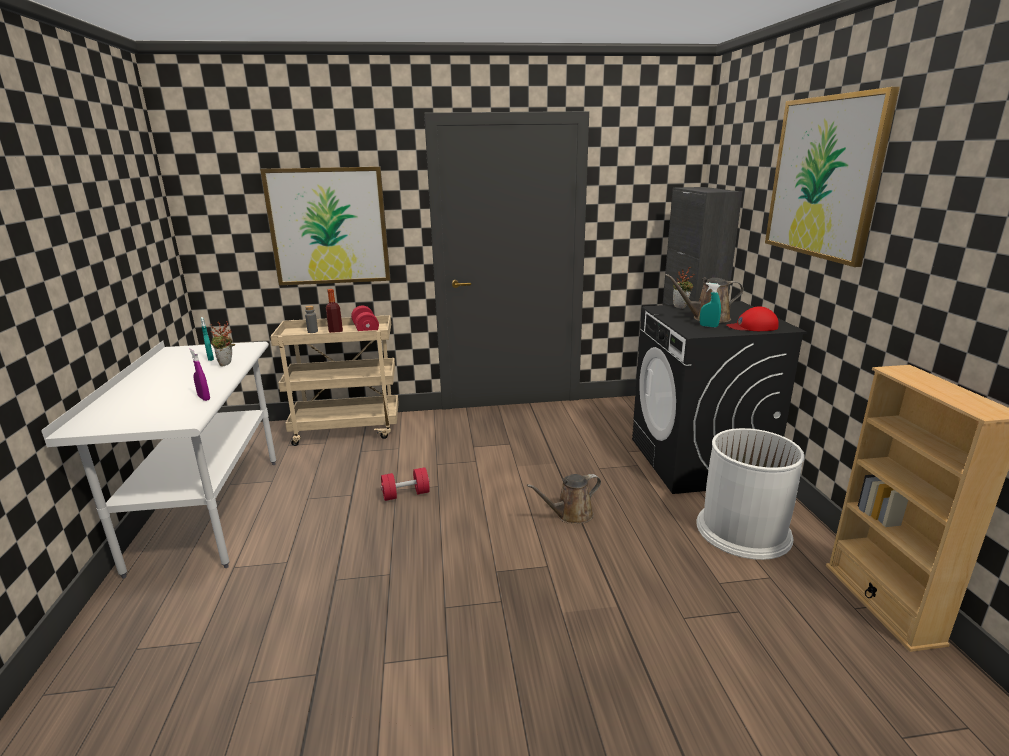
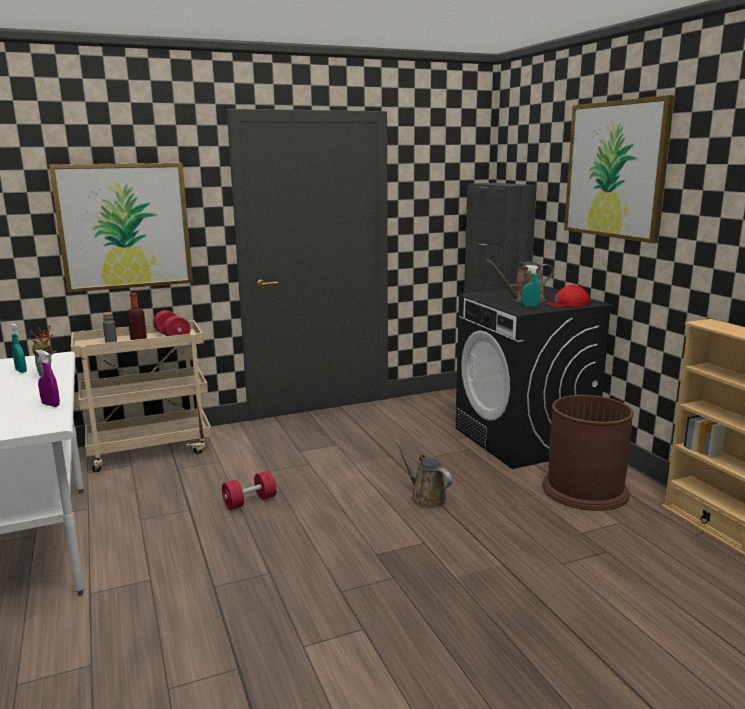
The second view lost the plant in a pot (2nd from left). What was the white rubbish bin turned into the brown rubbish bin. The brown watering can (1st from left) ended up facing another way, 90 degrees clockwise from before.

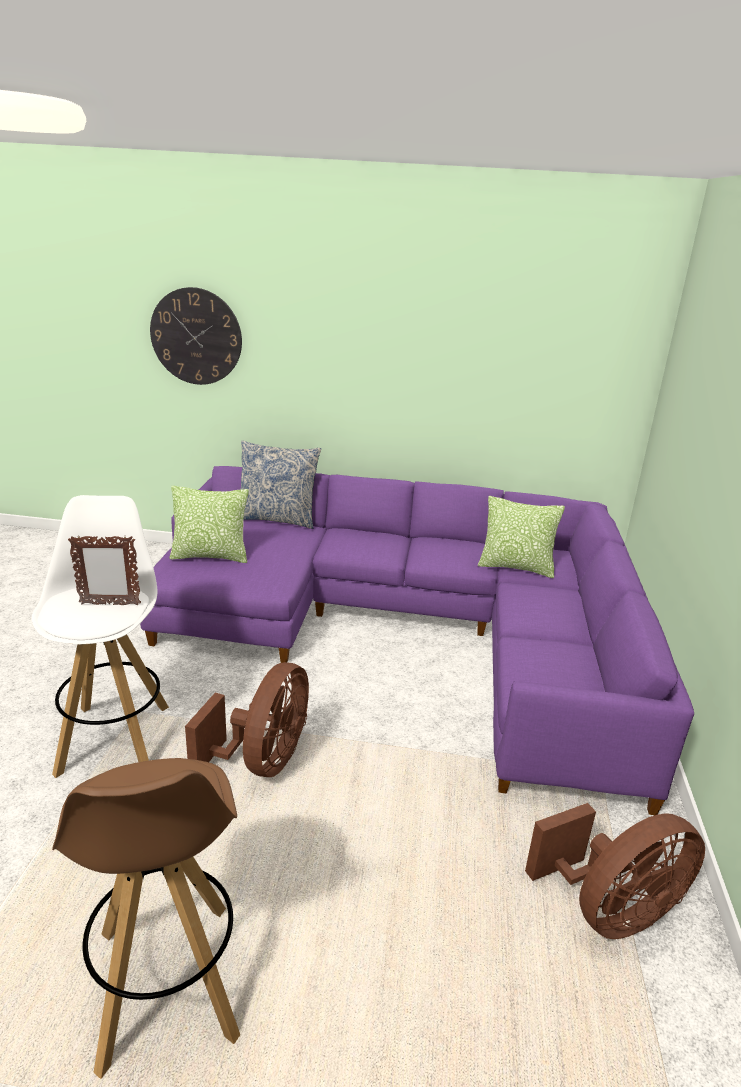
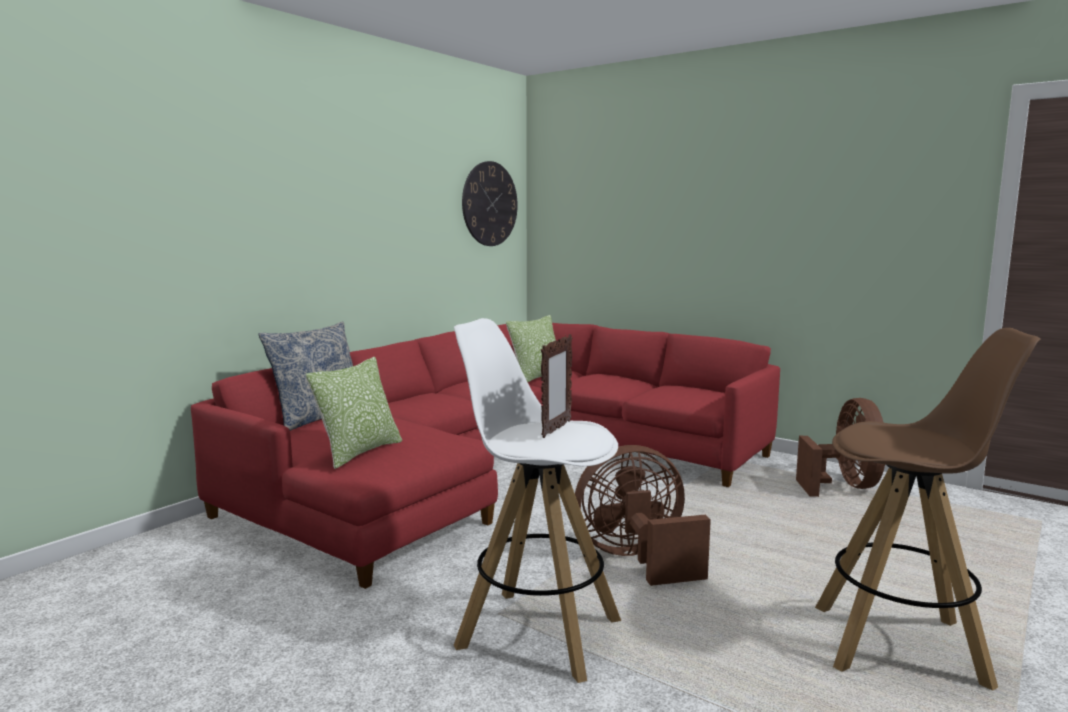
The hanging clock ended up elsewhere. What was the purple-coloured couch turned into the red-coloured couch. The brown electric fan (1st from left) ended up facing another way, 60 degrees counterclockwise from before.

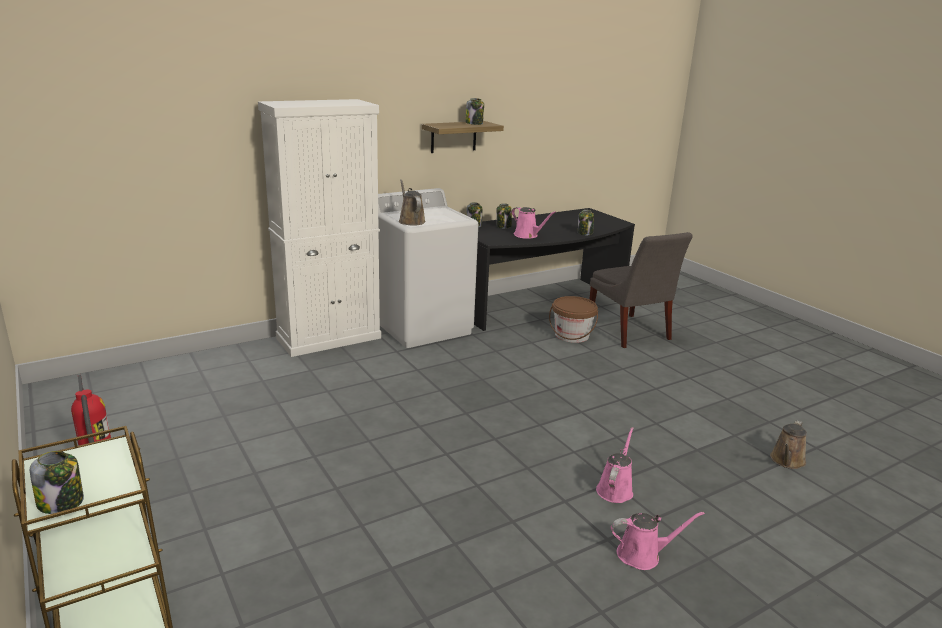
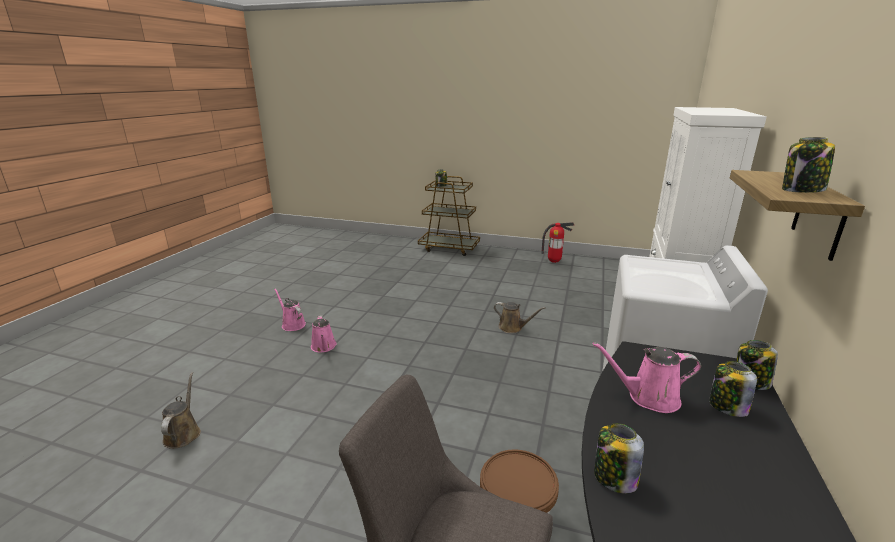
The brown watering can (1st from left in the first image) ended up elsewhere. The pinkish watering can (3rd from left in the first image) ended up facing another way, 90 degrees clockwise from before.

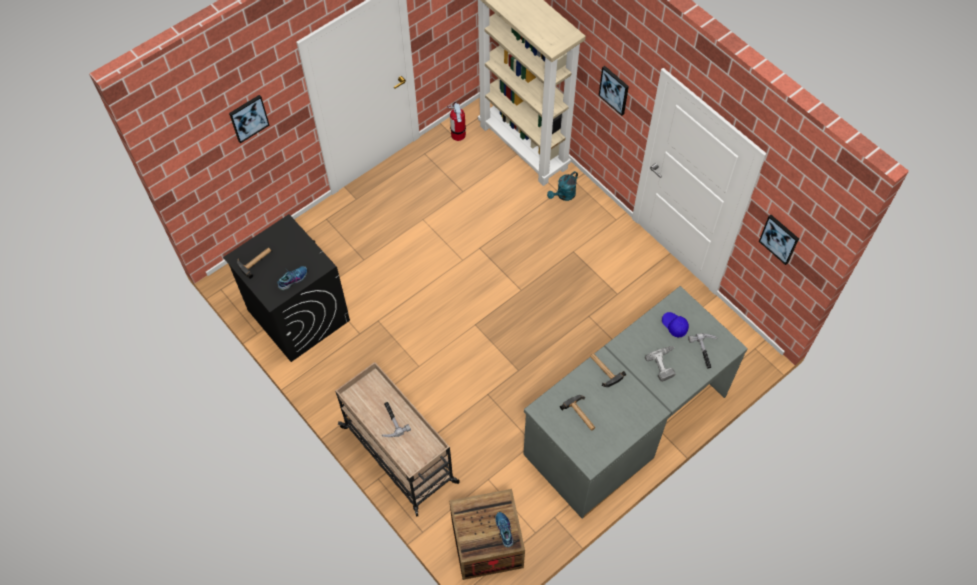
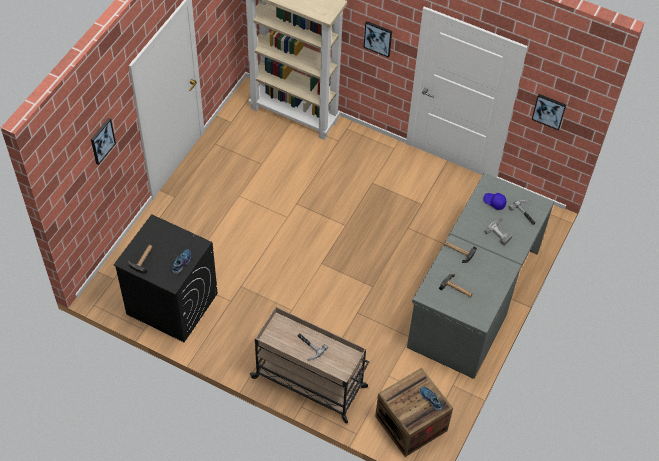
The second view lost the fire extinguisher. The second view lost the turquoise-coloured watering can.

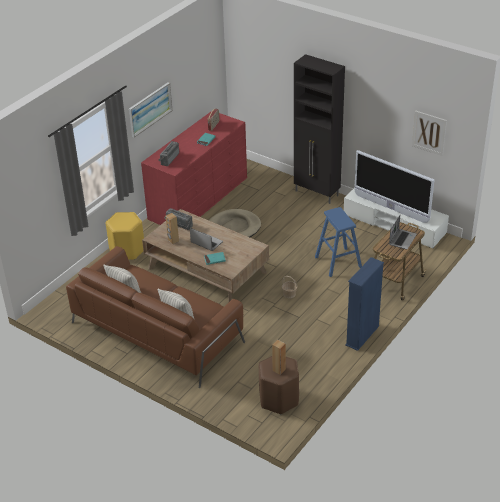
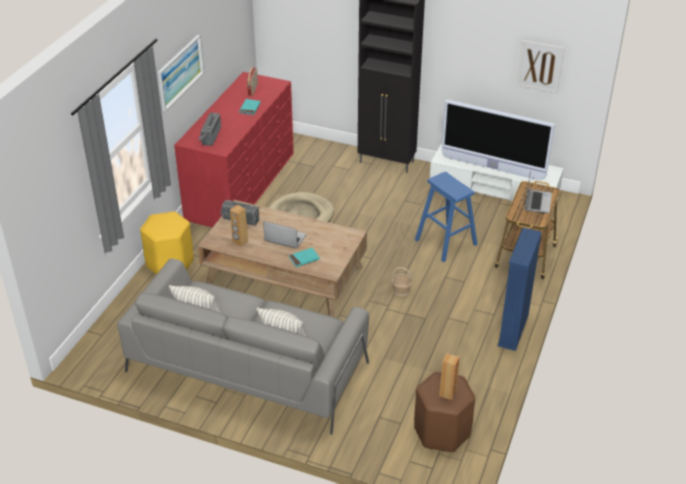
What was the brown couch turned into the grey couch.

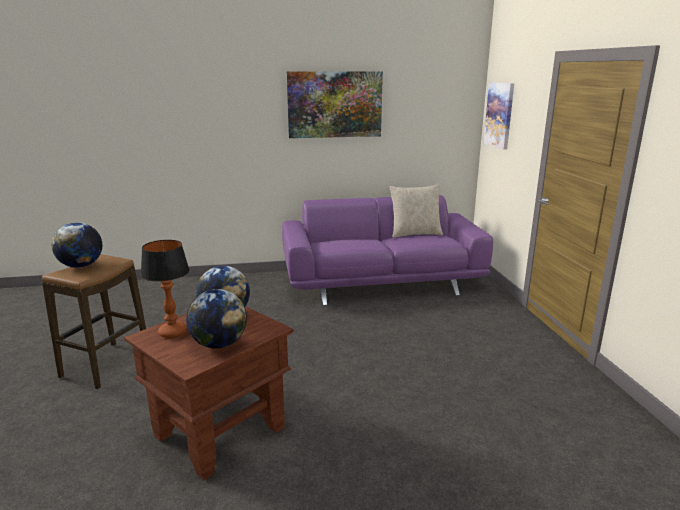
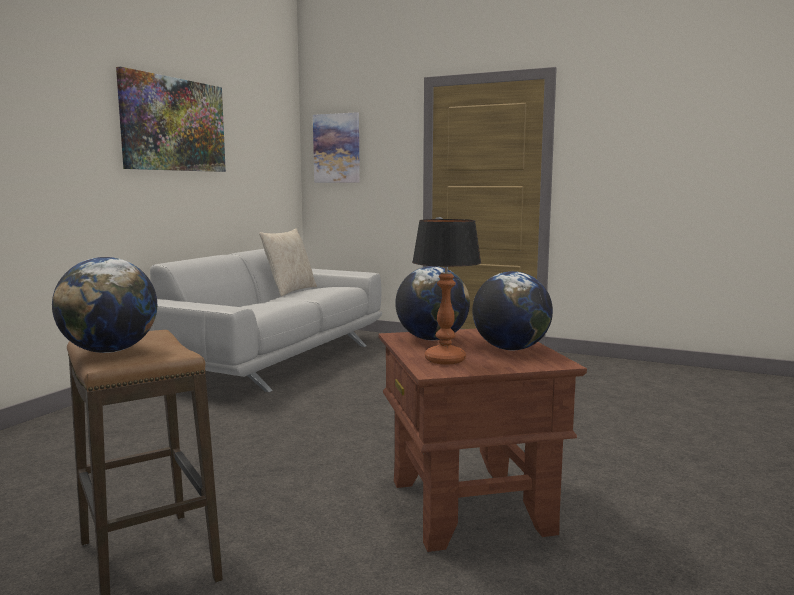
What was the purple-coloured couch turned into the grey couch.

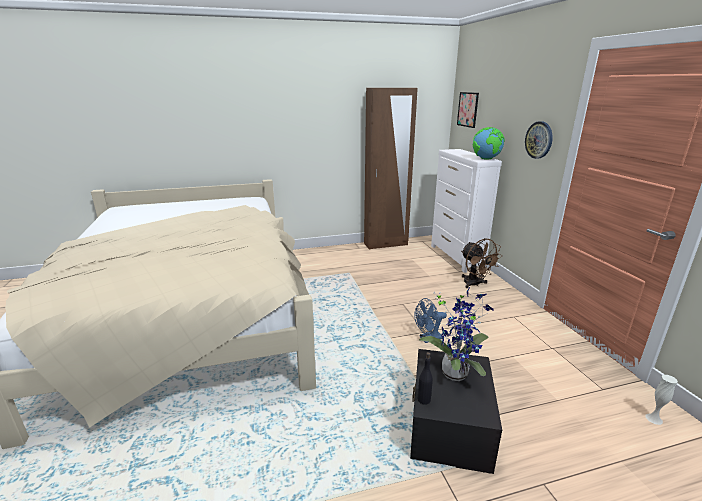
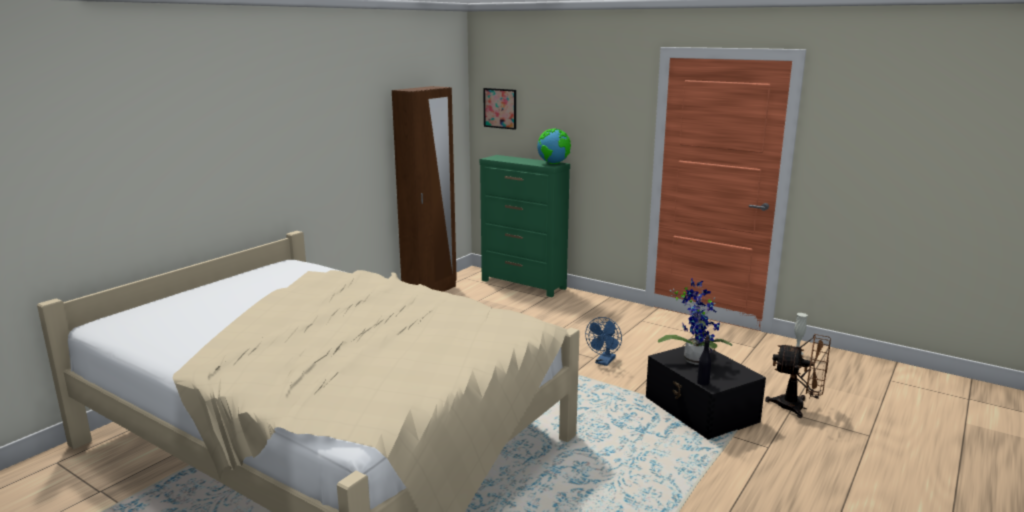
The second view lost the hanging clock. The brown electric fan ended up elsewhere. What was the white drawer chest turned into the greenish drawer chest.

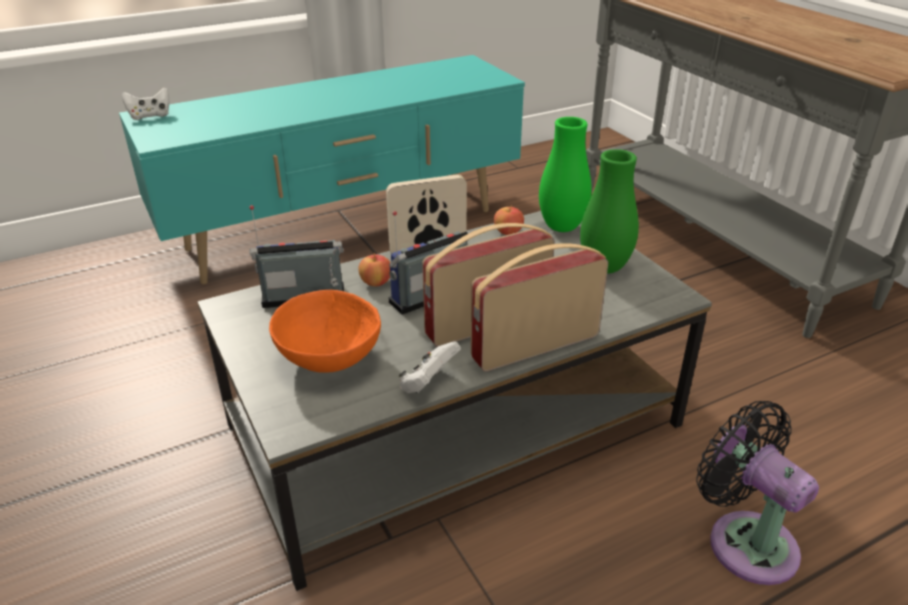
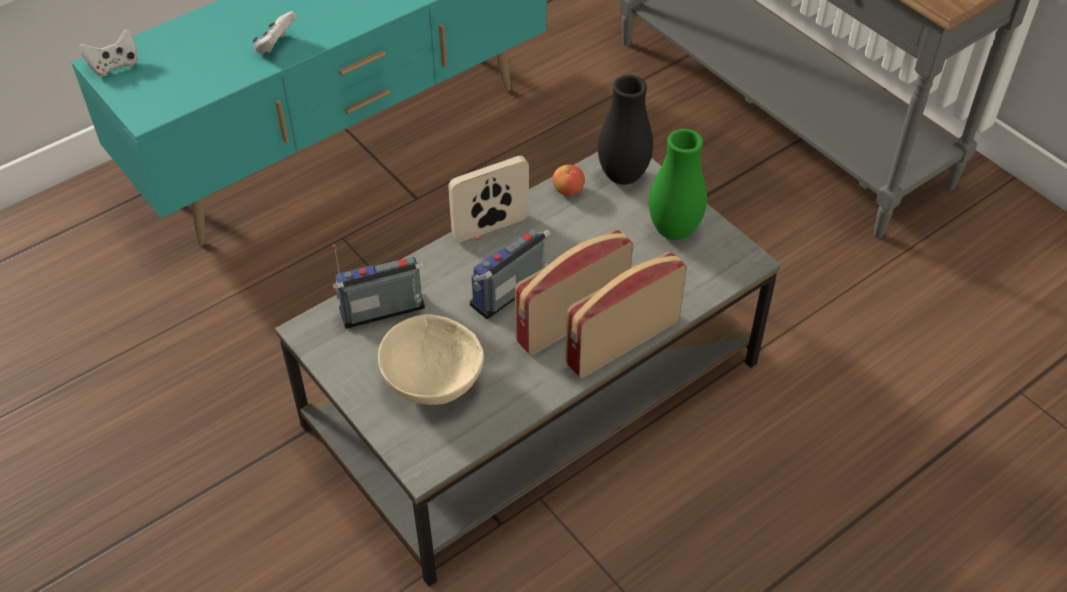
The second view lost the apple (1st from left). The second view lost the black-coloured electric fan. The white gamepad (2nd from left) ended up elsewhere. What was the orange-coloured deep dish turned into the beige-coloured deep dish. What was the greenish decorative vase (1st from left) turned into the black-coloured decorative vase.

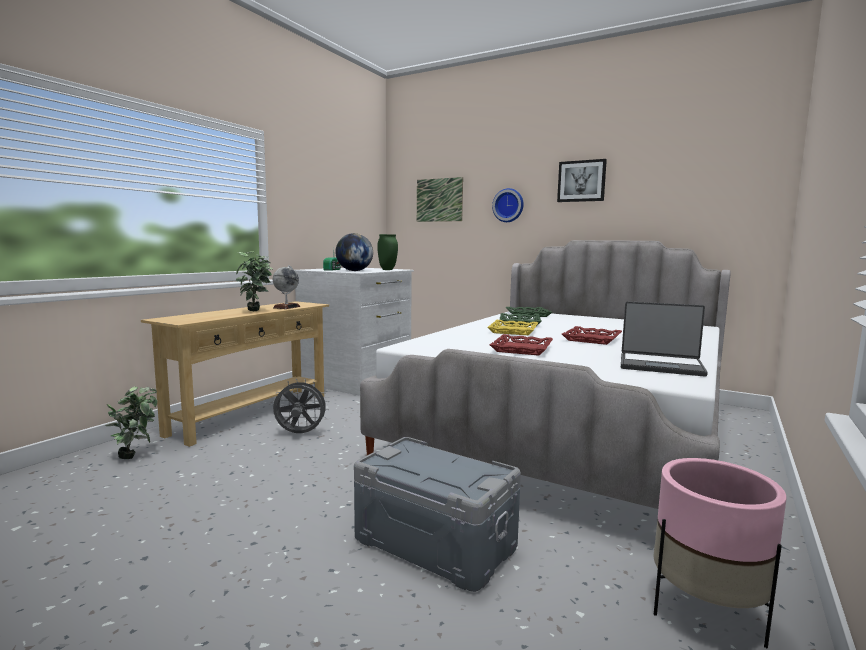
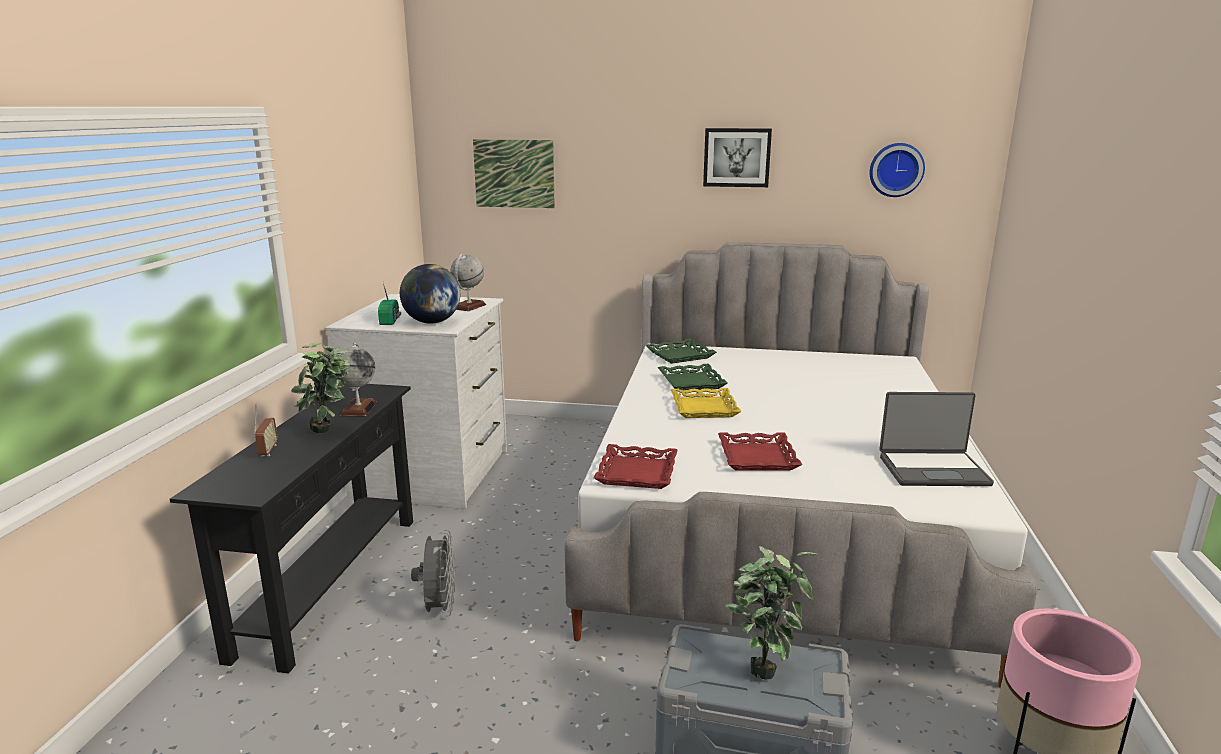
The second view gained the radio set (1st from left). The plant in a pot (1st from left in the first image) ended up elsewhere. The hanging clock ended up elsewhere. The red-coloured carrying tray (2nd from left in the first image) ended up elsewhere. Where the greenish decorative vase stood, the globe (3rd from left) came to stand. What was the beige-coloured narrow table turned into the black-coloured narrow table. The grey electric fan ended up facing another way, 105 degrees clockwise from before.

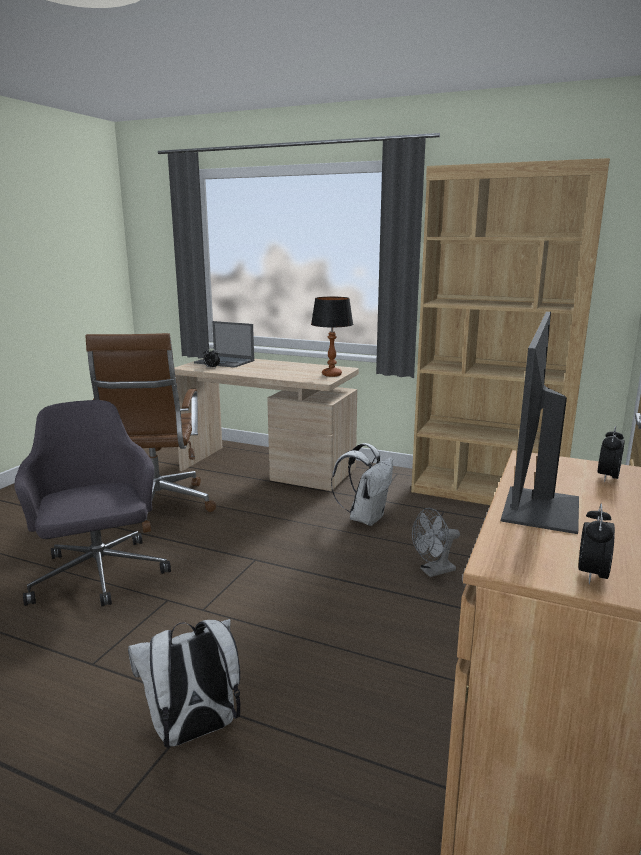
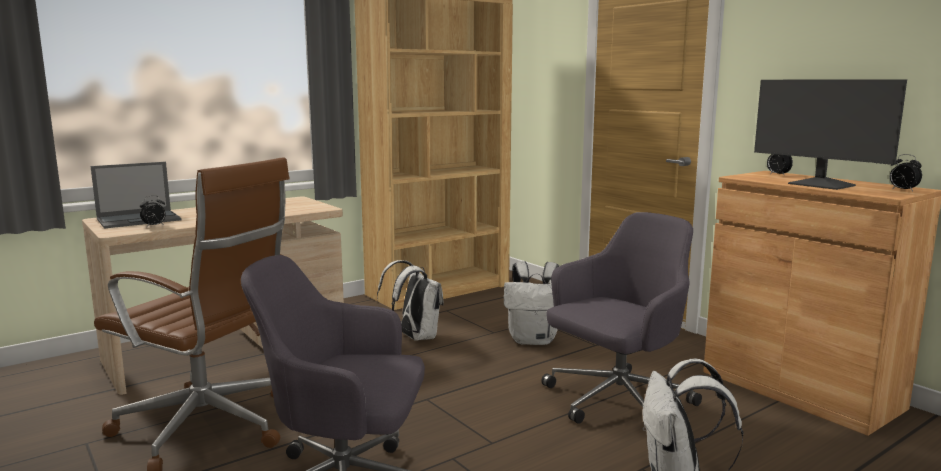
The second view lost the lamp for a table. The second view gained the grey desk chair (2nd from left). Where the grey electric fan stood, the white knapsack (2nd from left) came to stand.

